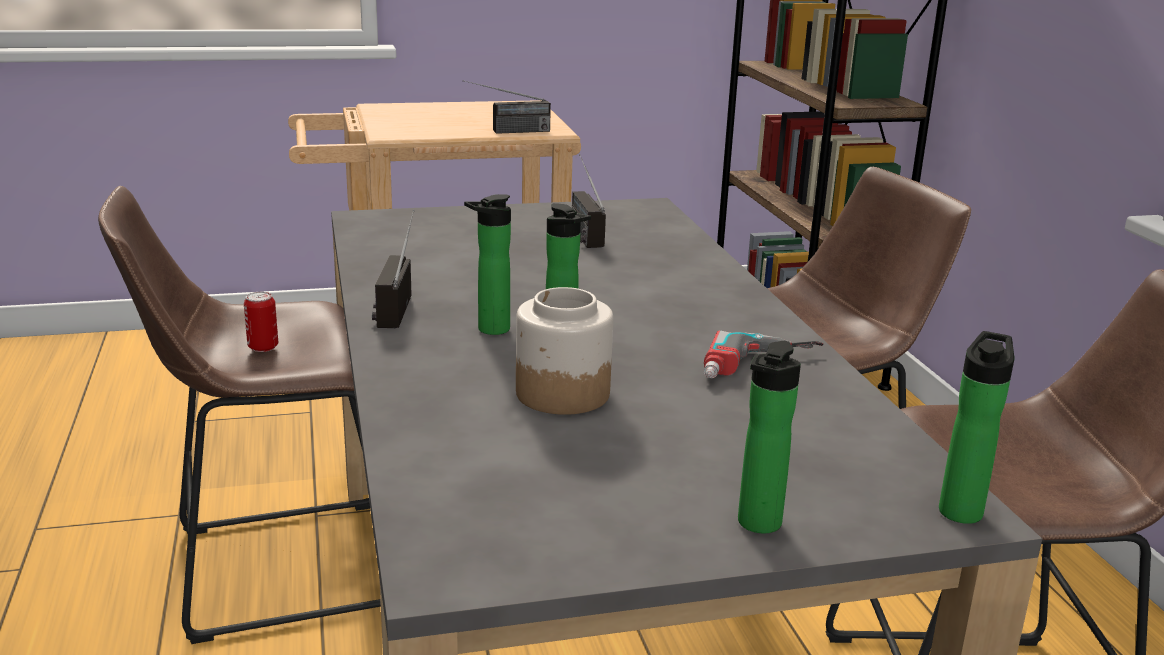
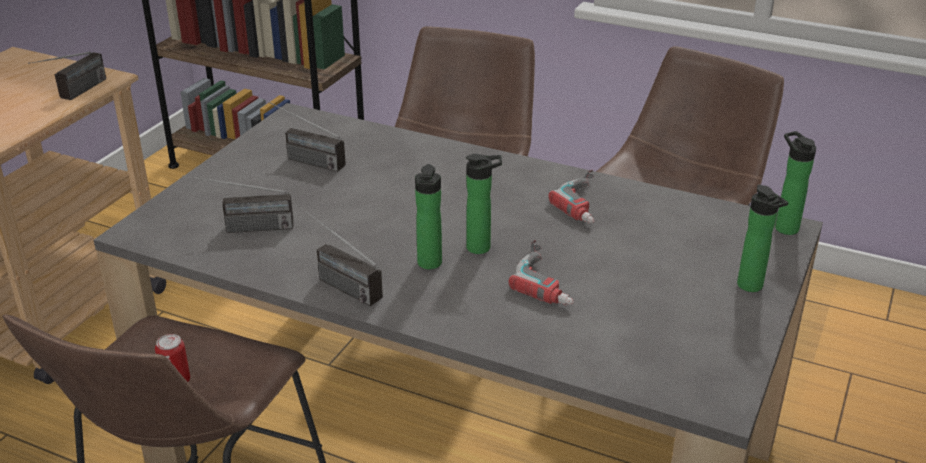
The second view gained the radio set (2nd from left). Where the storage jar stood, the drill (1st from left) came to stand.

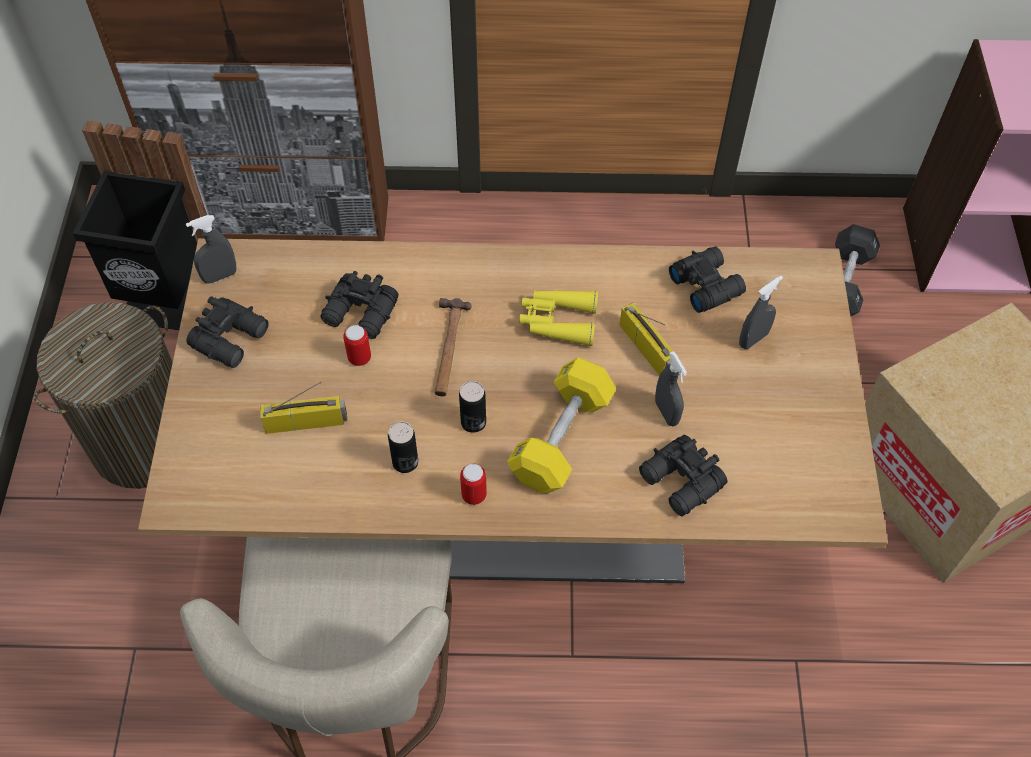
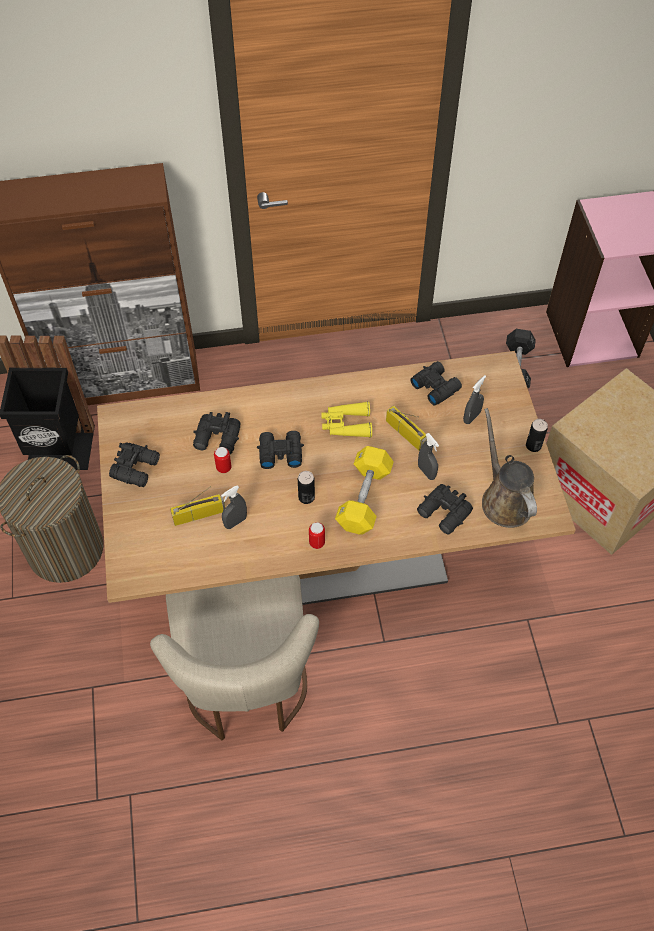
The second view gained the brown watering can. The grey sprayer (1st from left) ended up elsewhere. The can (2nd from left in the first image) ended up elsewhere. Where the tool hammer stood, the black-coloured binoculars (3rd from left) came to stand.

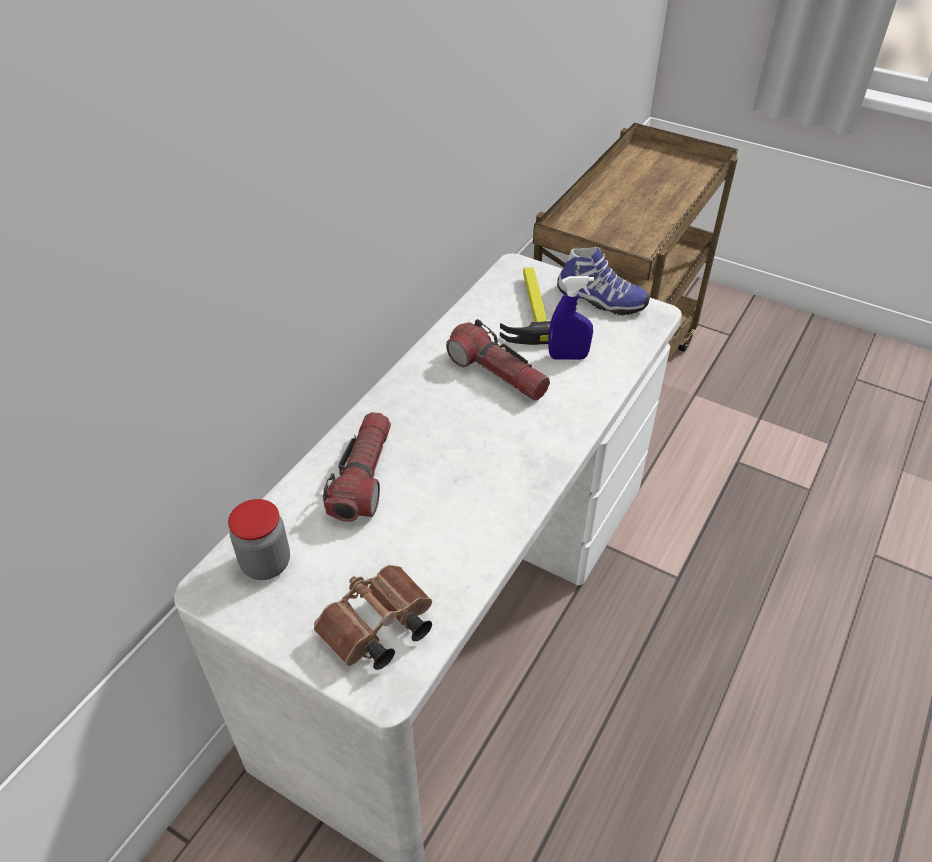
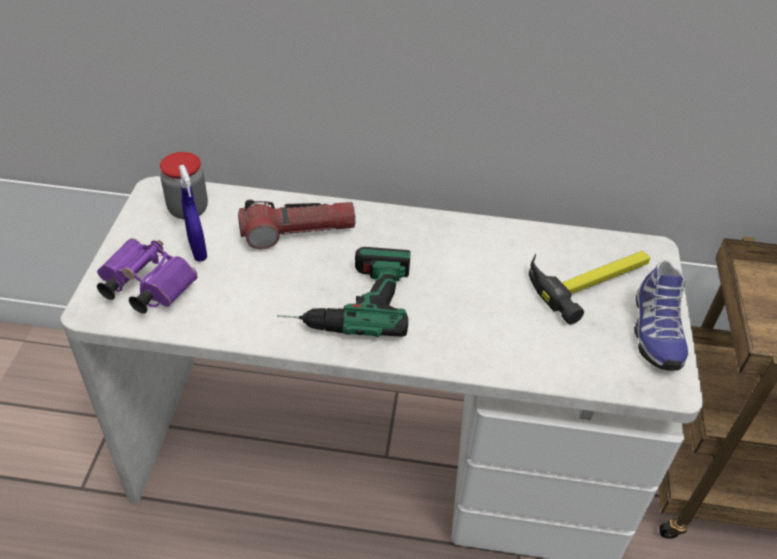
The second view lost the flashlight (2nd from left). The second view gained the drill. The bluish sprayer ended up elsewhere. What was the brown binoculars turned into the purple-coloured binoculars.

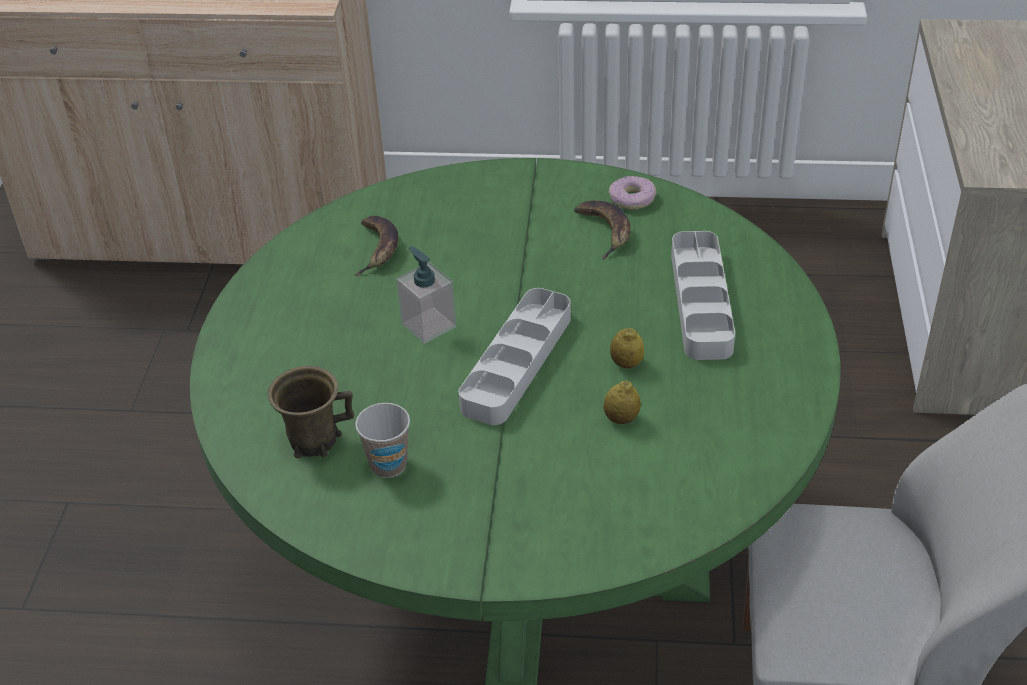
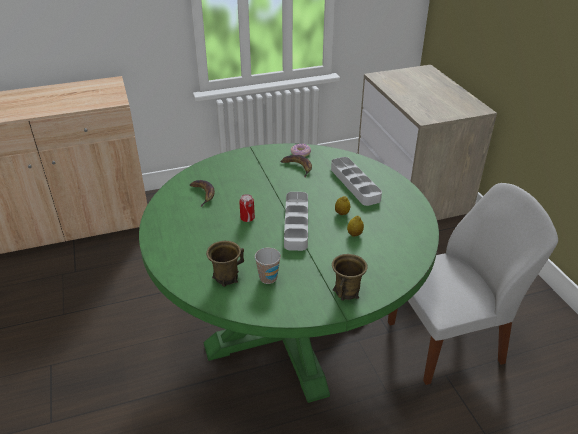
The second view gained the brown coffee mug (2nd from left). Where the soap bottle stood, the can came to stand.

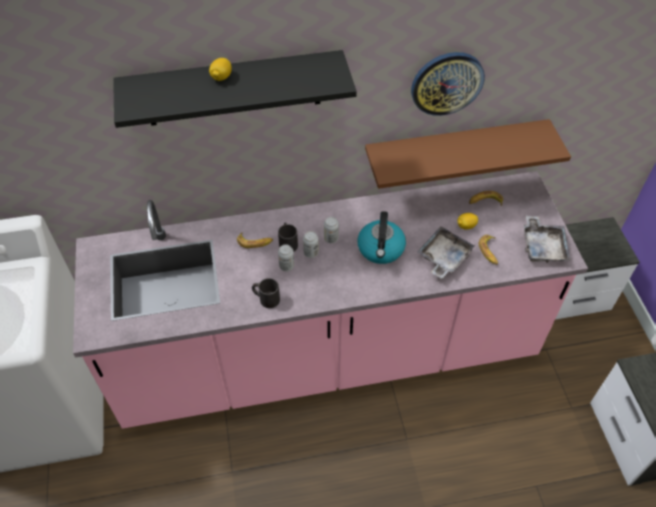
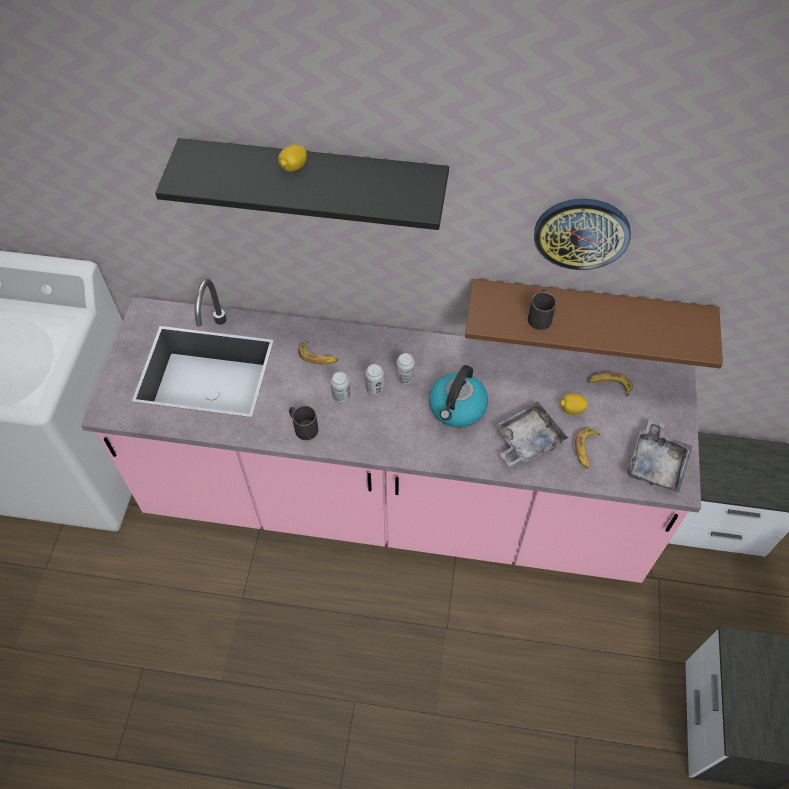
The black-coloured coffee mug (2nd from left) ended up elsewhere.

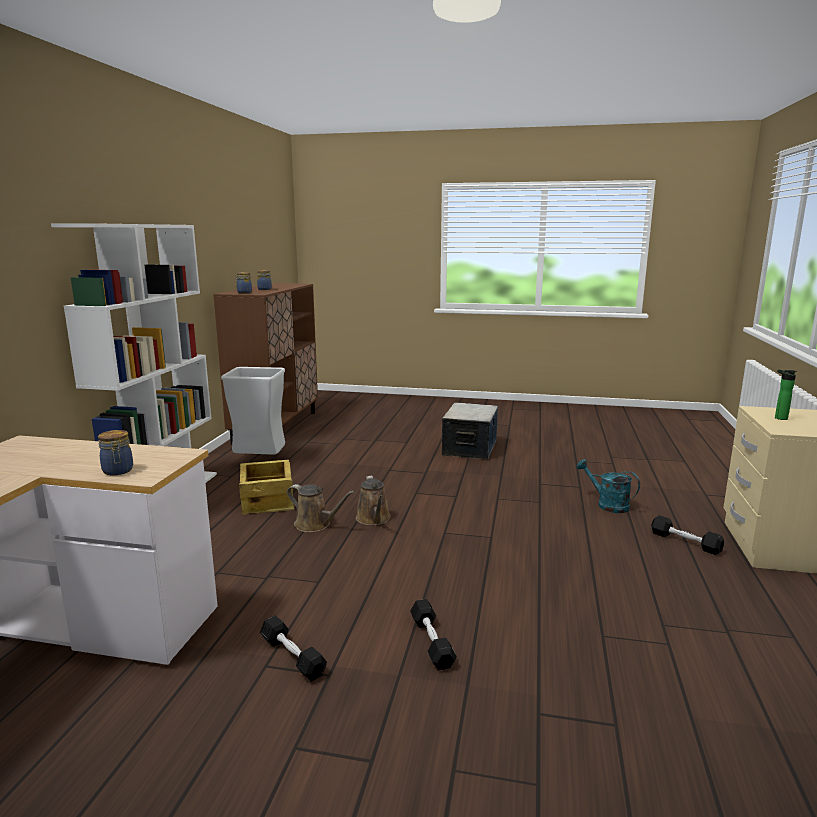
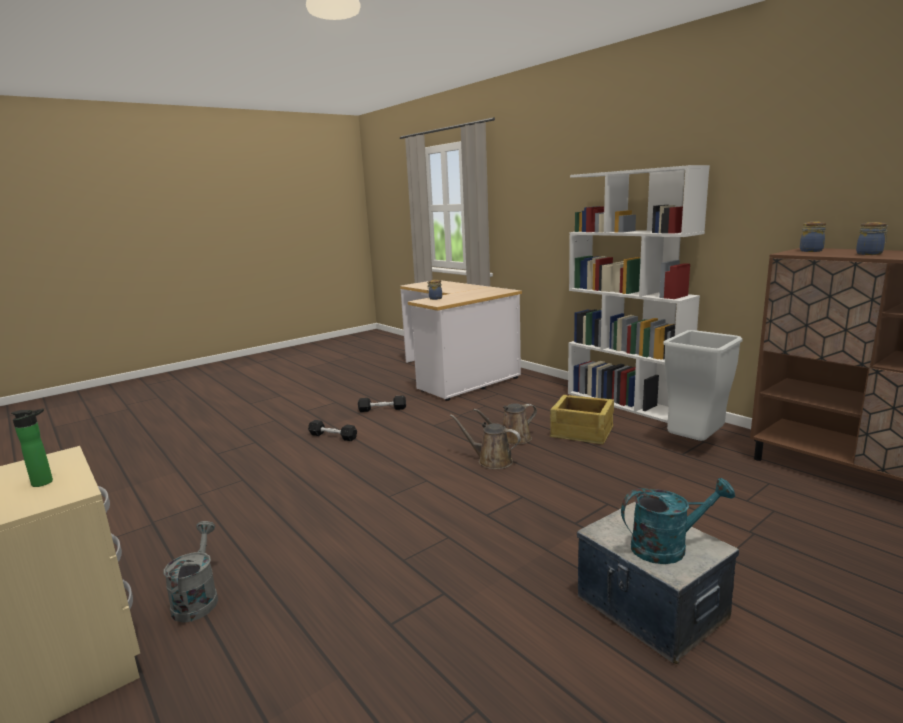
The turquoise-coloured watering can ended up elsewhere. Where the black-coloured hand weight (3rd from left) stood, the grey watering can came to stand.

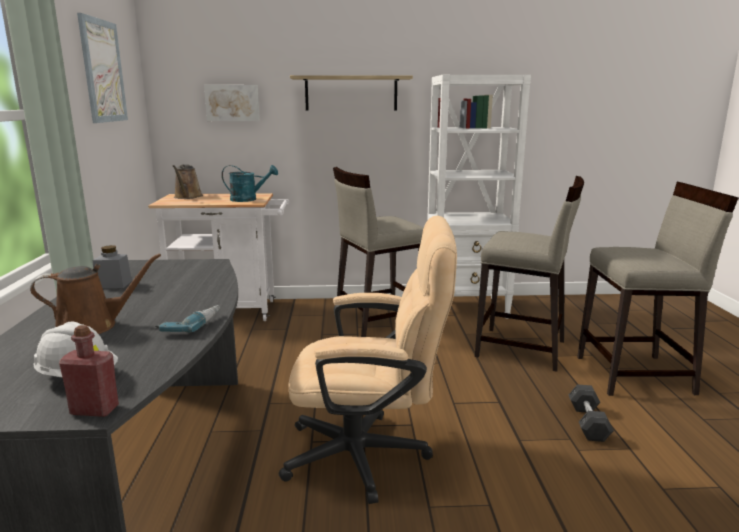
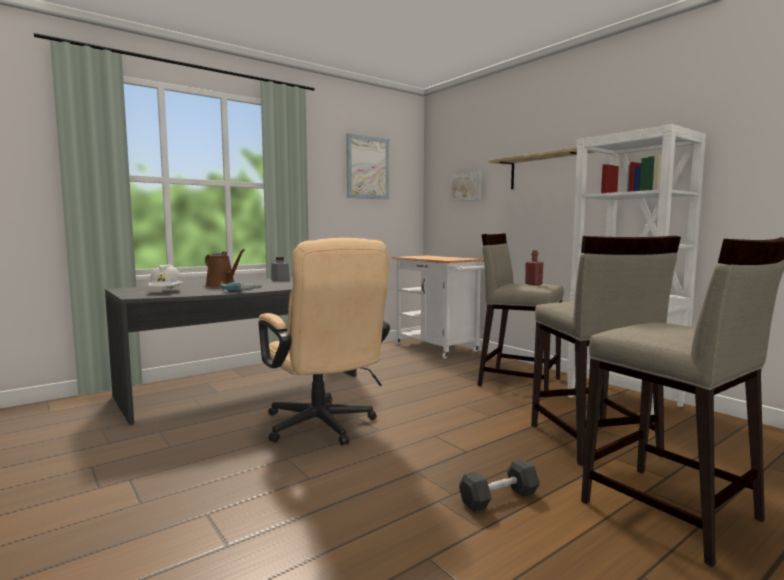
The second view lost the brown watering can (2nd from left). The second view lost the turquoise-coloured watering can. The red-coloured bottle ended up elsewhere.

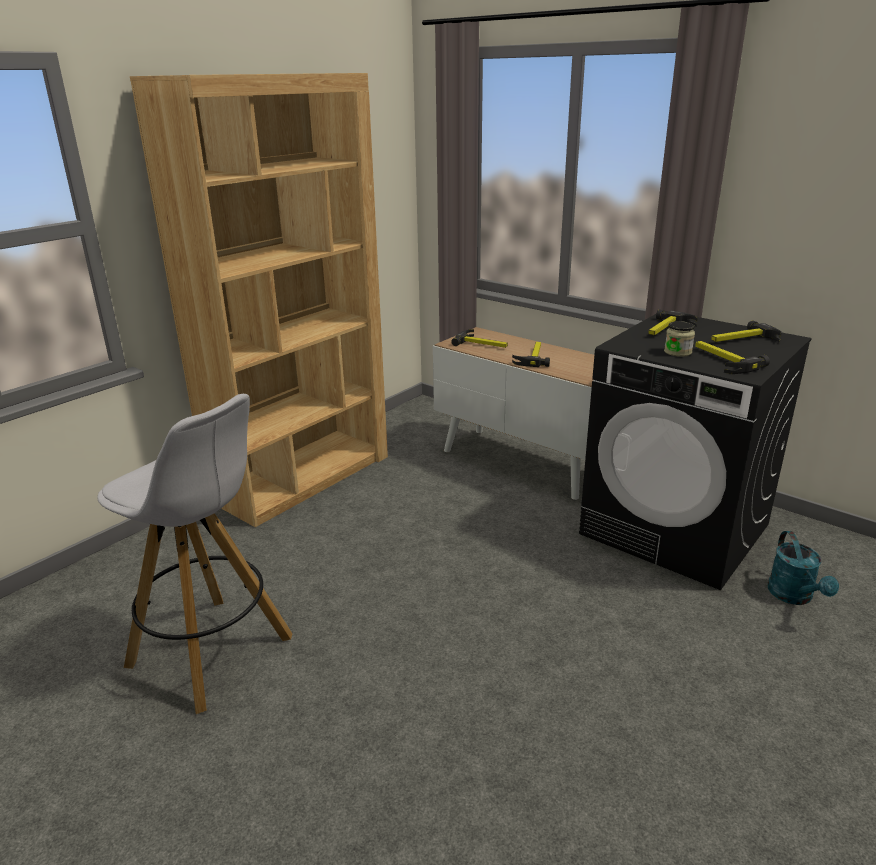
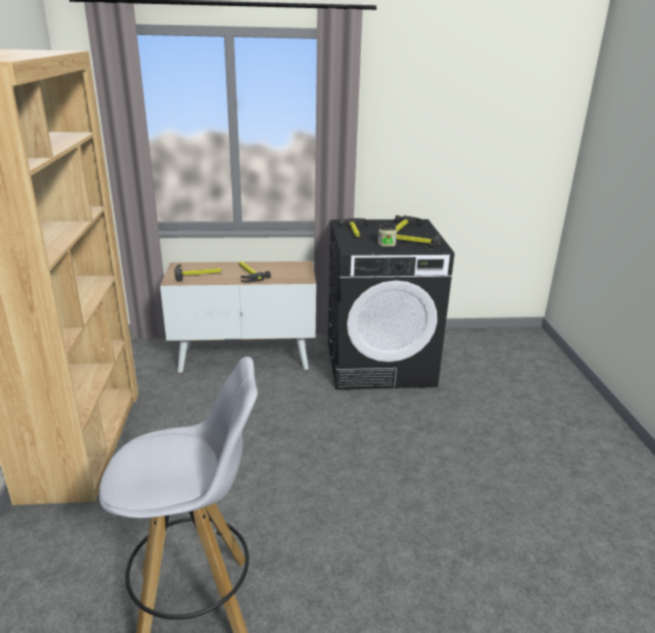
The second view lost the turquoise-coloured watering can.

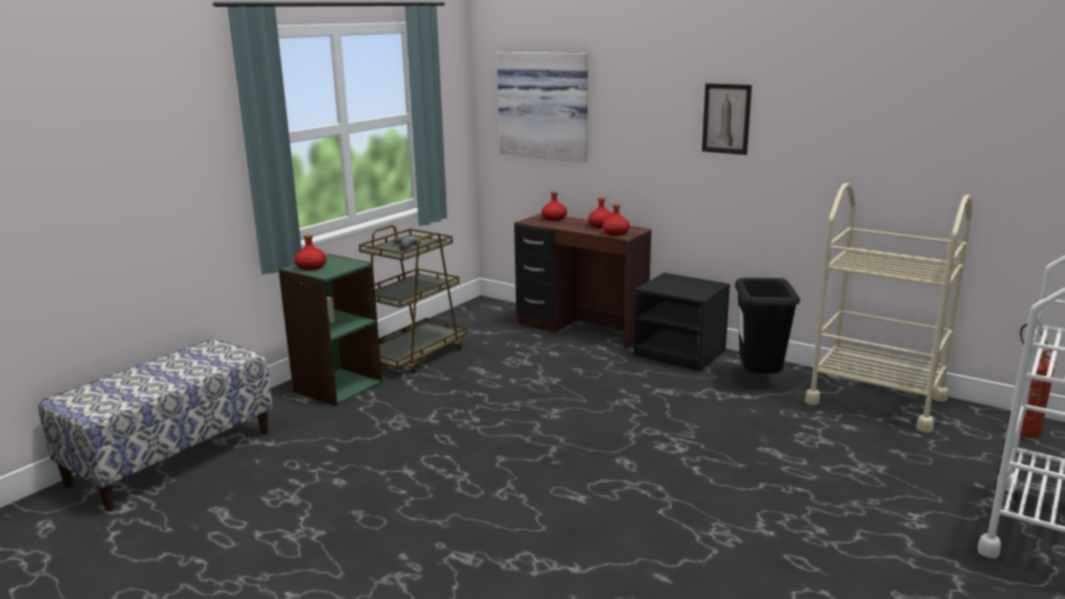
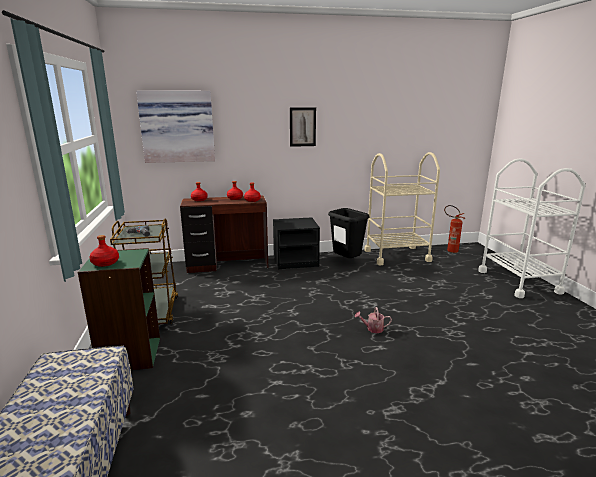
The second view gained the watering can.

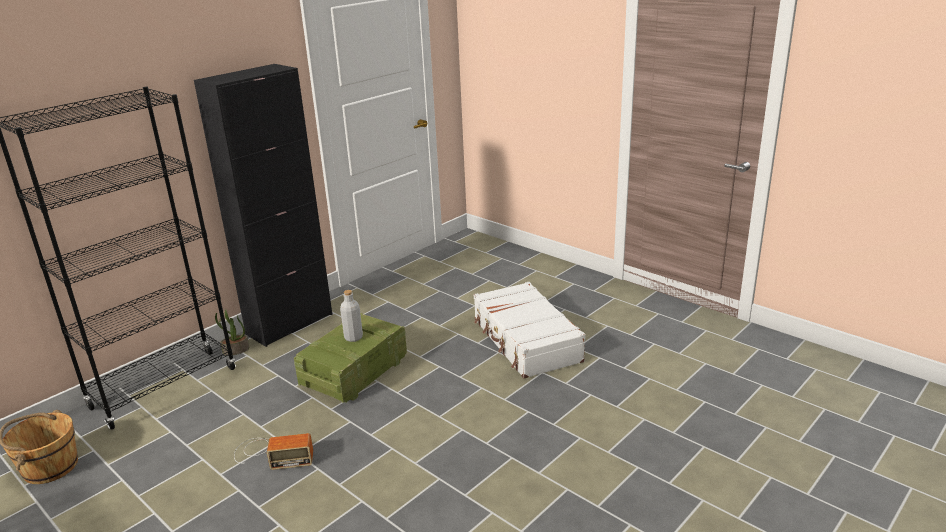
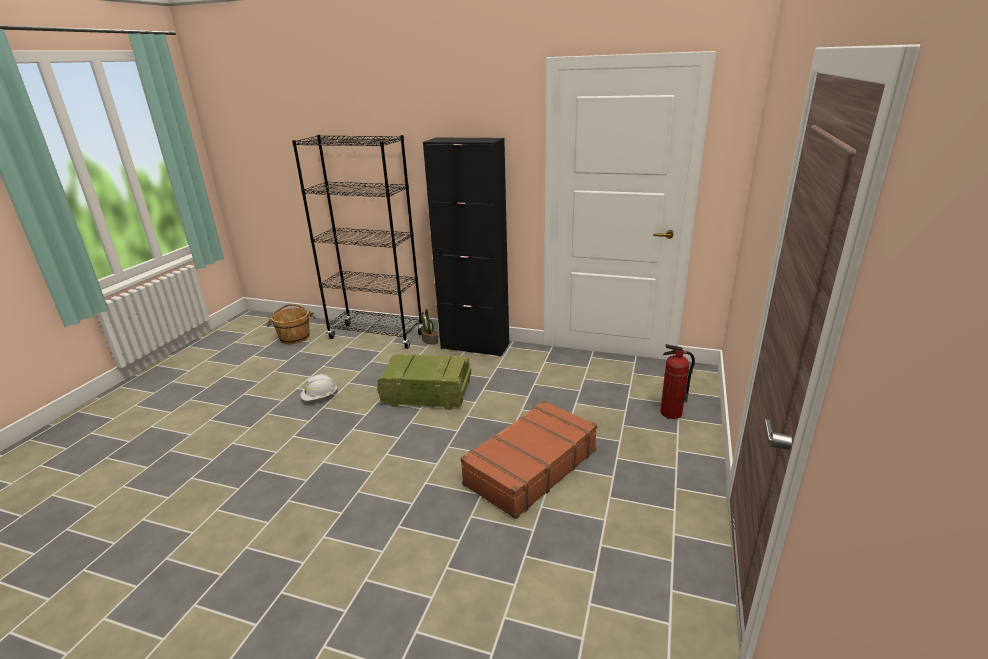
The second view lost the grey bottle. The second view gained the fire extinguisher. Where the radio set stood, the white work helmet came to stand. What was the white travel case turned into the brown travel case.

